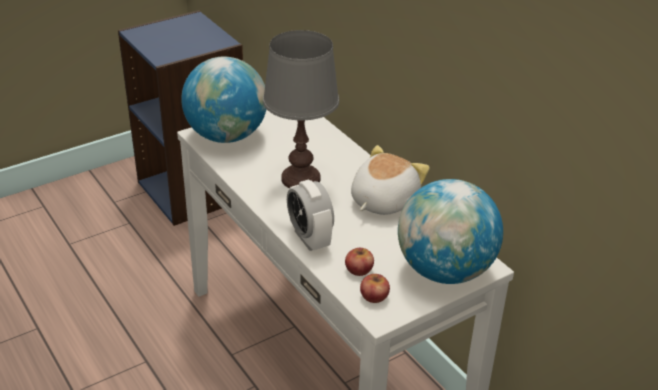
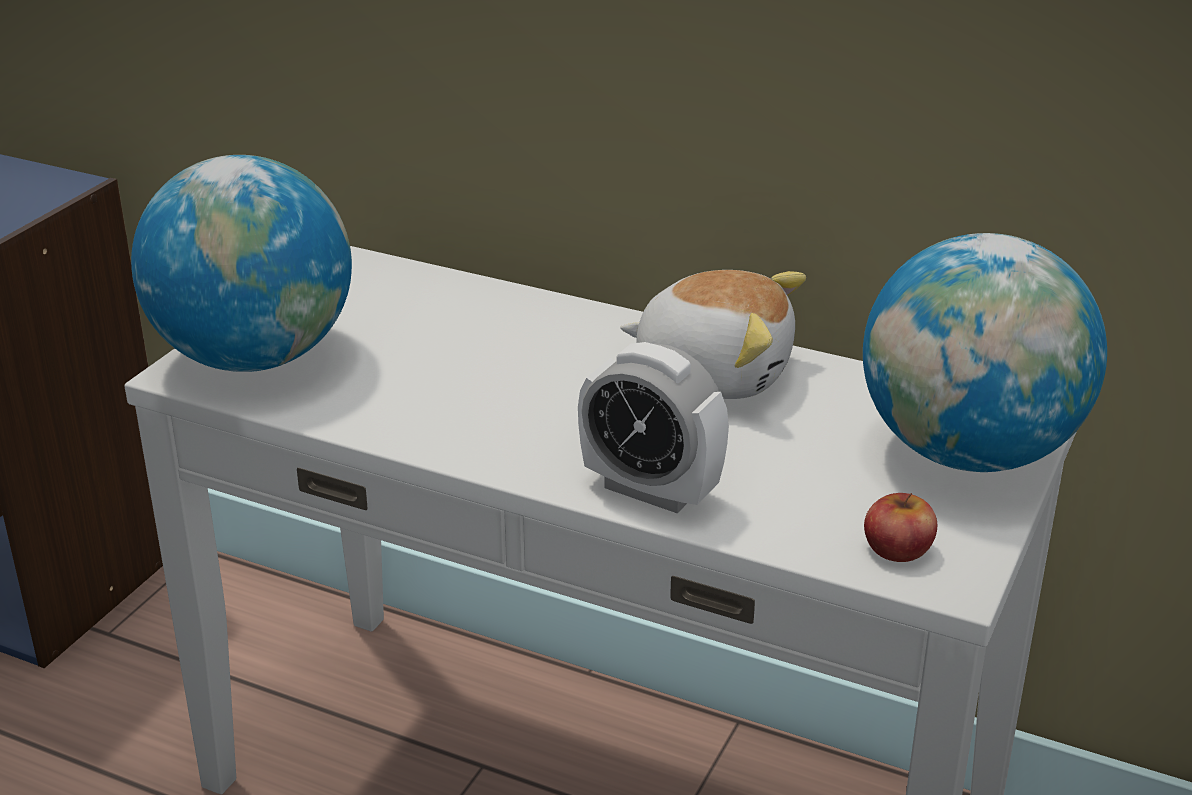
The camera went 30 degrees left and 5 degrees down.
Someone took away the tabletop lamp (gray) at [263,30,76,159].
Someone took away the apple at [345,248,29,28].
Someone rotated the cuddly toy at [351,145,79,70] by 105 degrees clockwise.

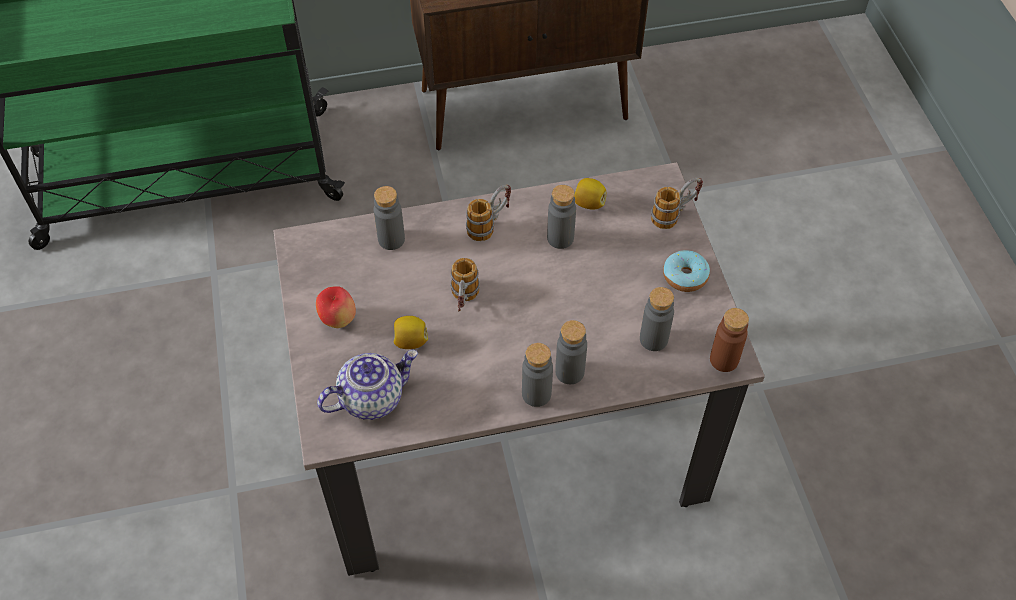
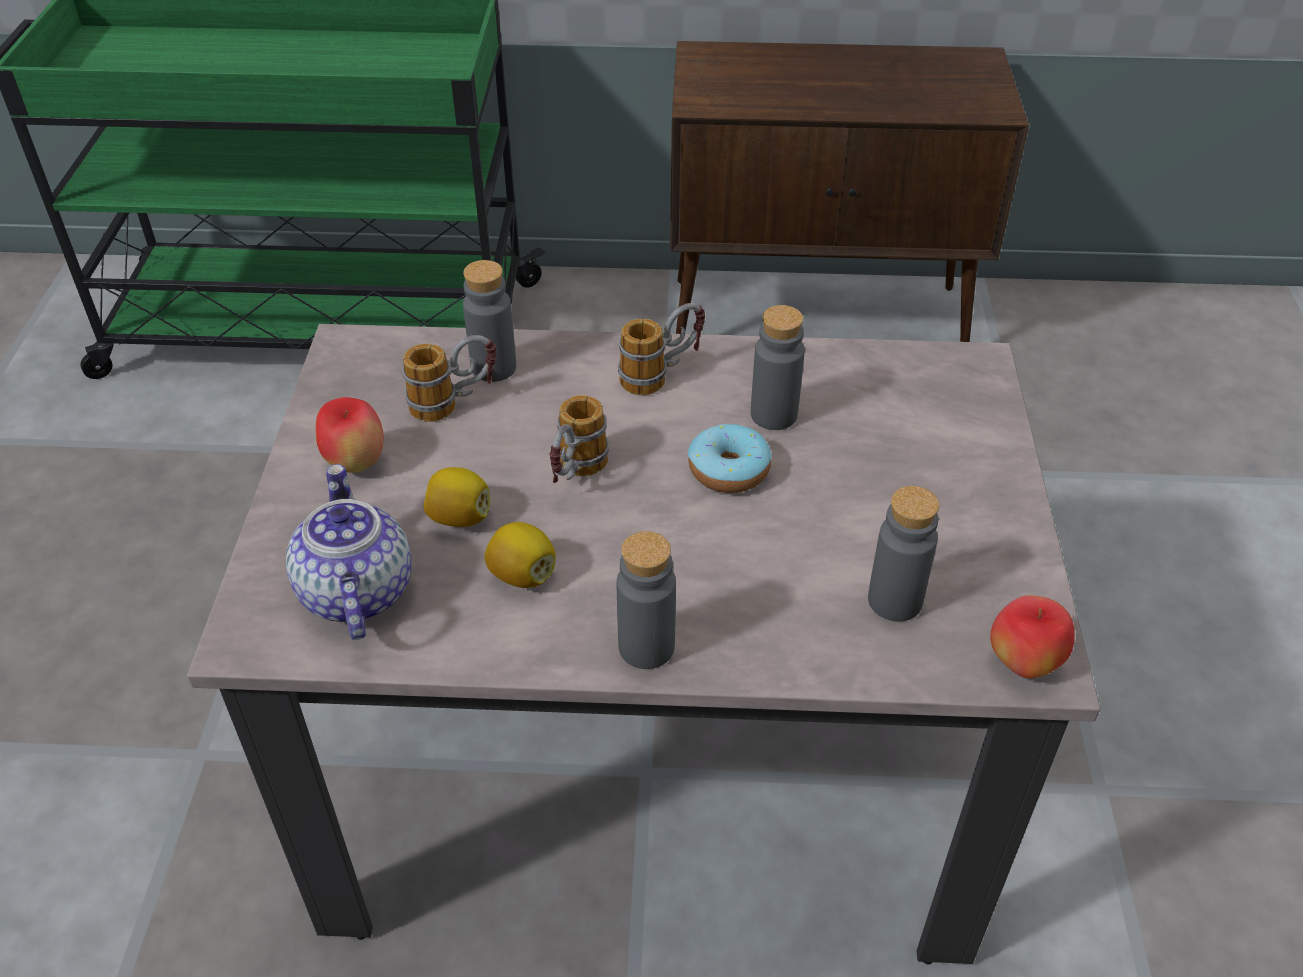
The camera went 15 degrees right and 10 degrees down.
Someone took away the bottle (gray) at [555,320,32,64].
Someone carried the lemon from [574,178,32,32] to [485,522,71,66].
Someone carried the tea mug from [651,178,52,51] to [402,335,95,87].
Someone carried the ring doughnut from [663,250,47,42] to [688,424,84,69].
Someone swapped the bottle (brown) at [710,308,39,64] for the apple at [990,595,85,84].
Someone rotated the teapot at [317,350,101,70] by 90 degrees counterclockwise.

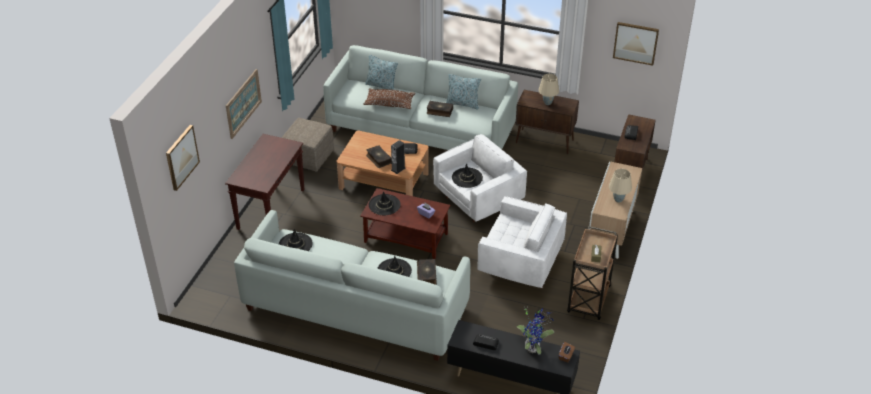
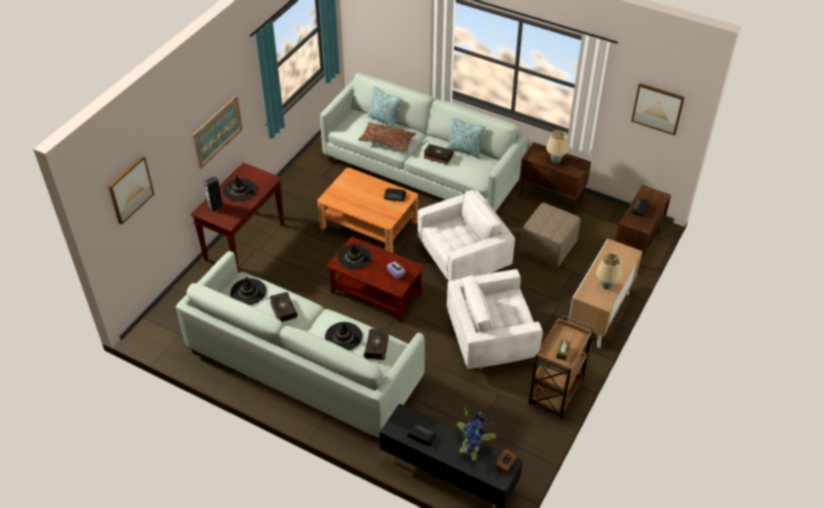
The camera went 10 degrees right and 5 degrees up.
Someone carried the ottoman (beige) from [282,118,52,54] to [520,202,60,65].
Someone carried the book from [366,145,26,23] to [270,292,28,30].
Someone carried the speaker from [391,140,14,34] to [203,176,21,36].
Someone carried the hat (black) from [452,164,31,24] to [223,175,34,26].
Someone rotated the lounge chair (whitish) at [477,196,90,93] by 135 degrees clockwise.

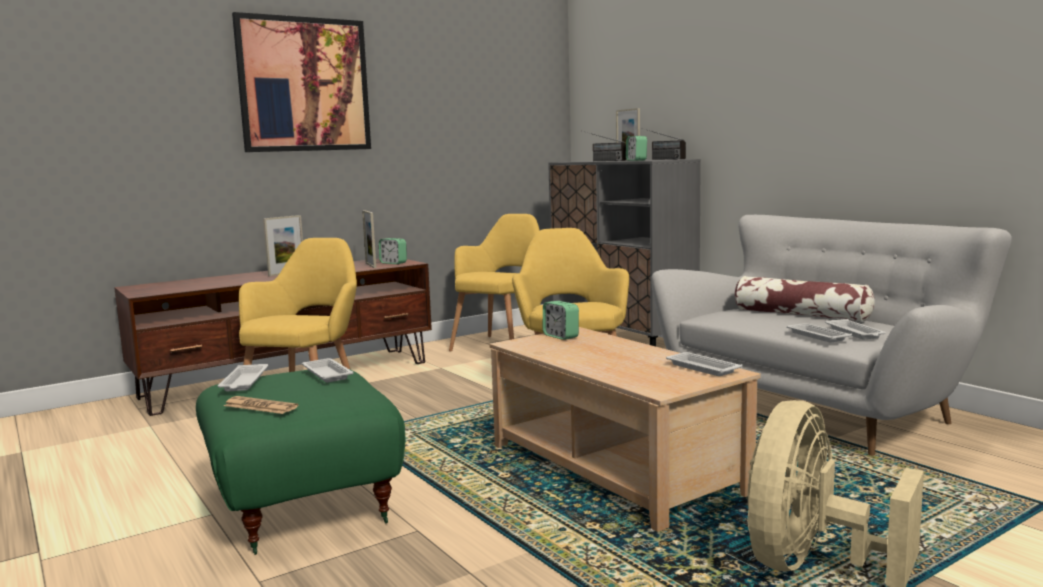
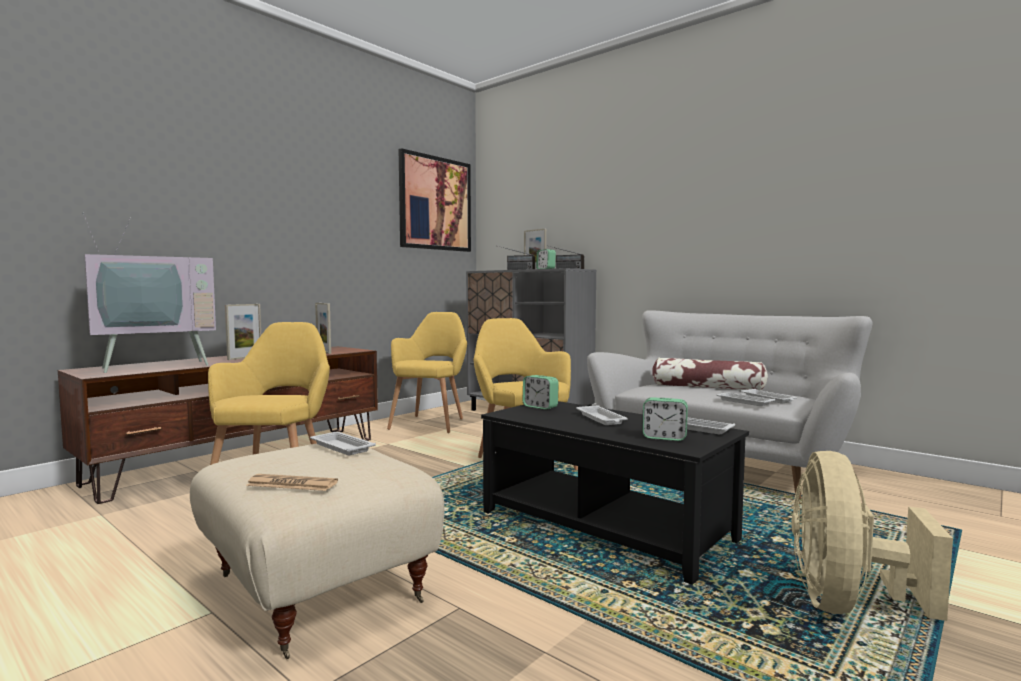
The camera went 15 degrees left and 5 degrees down.
Someone put down the TV set at [83,212,133,161].
Someone carried the carrying tray (whitish) from [218,364,50,27] to [577,405,51,20].
Someone carried the wall art from [232,12,139,140] to [399,148,72,104].
Someone carried the alarm clock from [379,238,28,26] to [642,397,46,44].
Someone repainted the ottoman (green) at [196,369,210,186], which became the ottoman (beige) at [190,444,255,215].
Someone repainted the coffee table (beige) at [489,327,272,205], which became the coffee table (black) at [481,401,268,184].

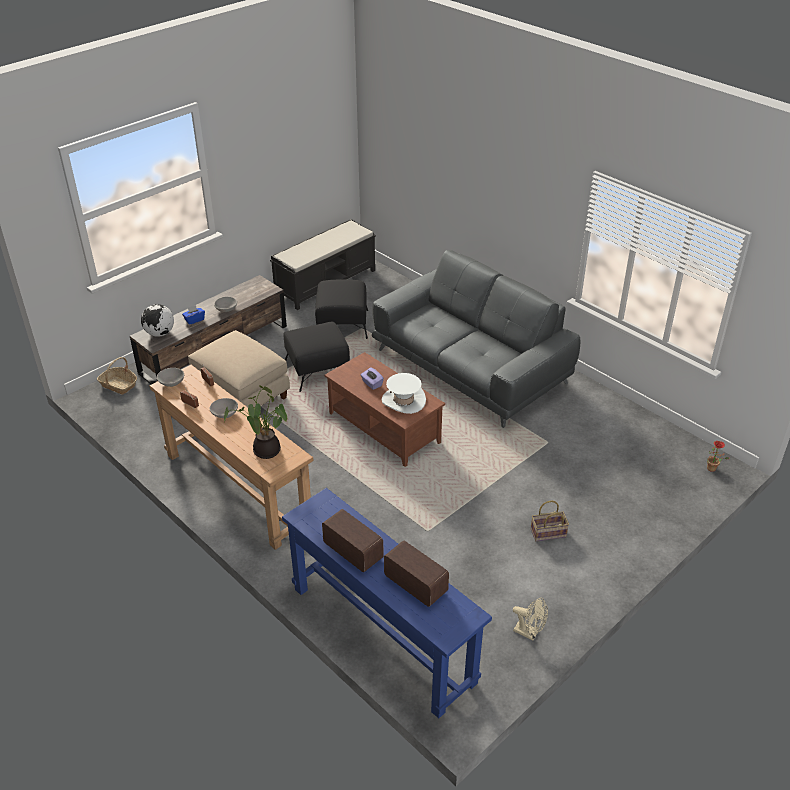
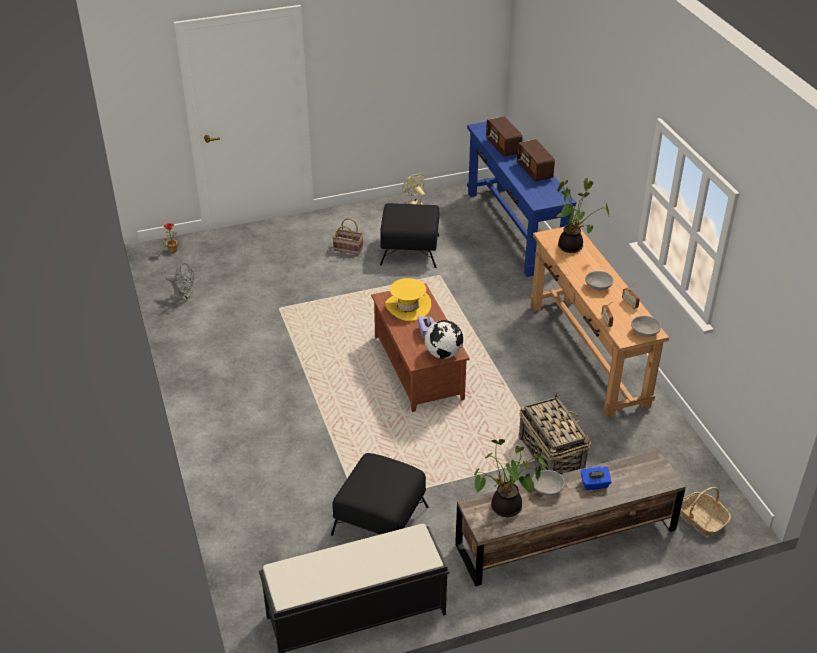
The camera went 155 degrees left and 0 degrees up.
Someone took away the sofa (gray) at [372,250,208,178].
Someone put down the fan (gray) at [166,263,28,38].
Someone put down the potted plant at [474,439,72,78].
Someone carried the world globe from [141,304,33,33] to [425,320,38,39].
Someone carried the ottoman (black) from [283,322,67,70] to [380,203,59,65].
Someone swapped the ottoman (beige) at [188,330,102,79] for the storage basket at [519,393,72,81].
Someone repainted the hat (whitish) at [382,373,44,41], which became the hat (yellow-coloured) at [385,278,46,43].

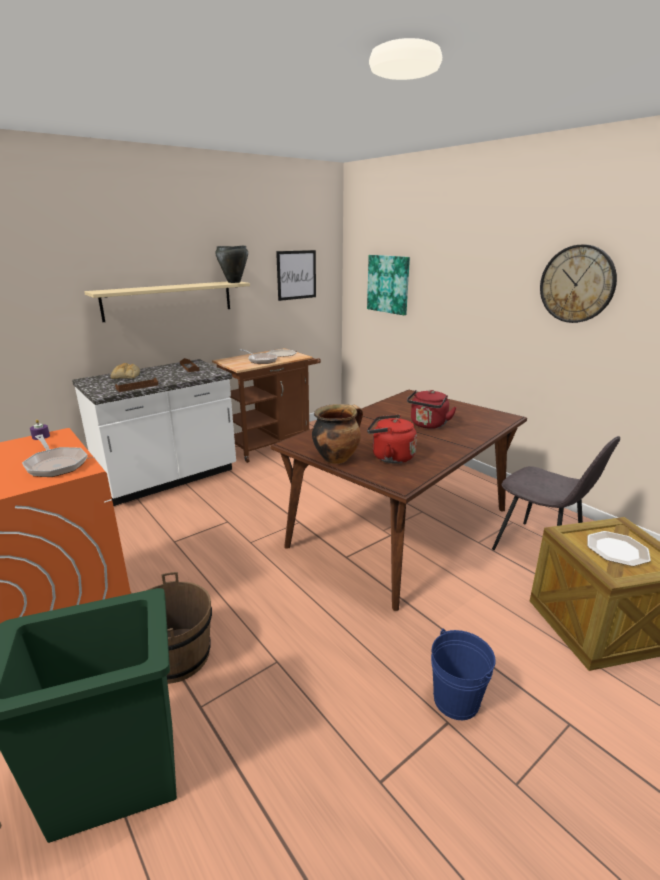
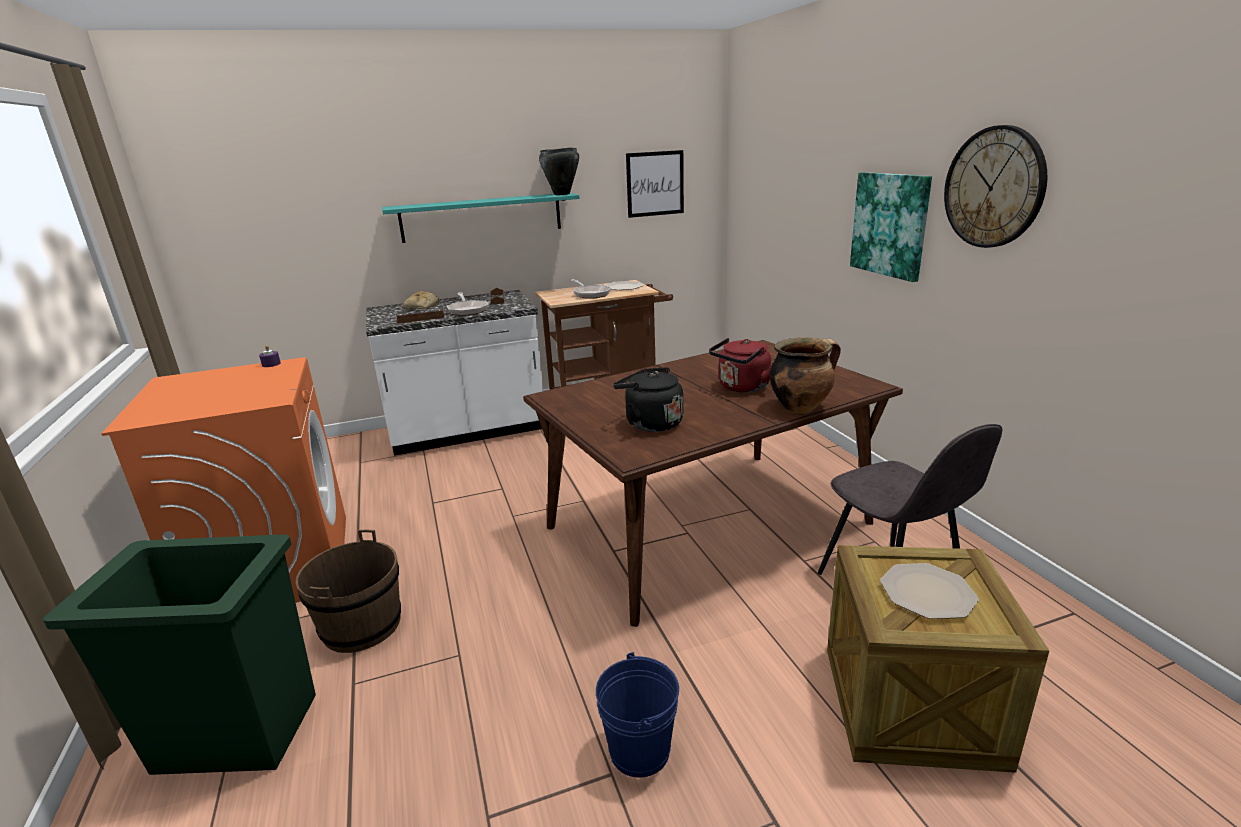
The camera went 20 degrees right and 0 degrees up.
Someone carried the frying pan from [22,435,65,42] to [447,292,42,24].
Someone carried the saucepot from [312,404,51,60] to [770,337,71,76].
Someone carried the wall art from [367,255,43,60] to [850,172,82,110].
Someone repainted the shelf (beige) at [84,281,166,41], which became the shelf (blue-green) at [382,193,197,50].
Someone repainted the tea kettle (red) at [367,415,50,49], which became the tea kettle (black) at [613,367,70,65].

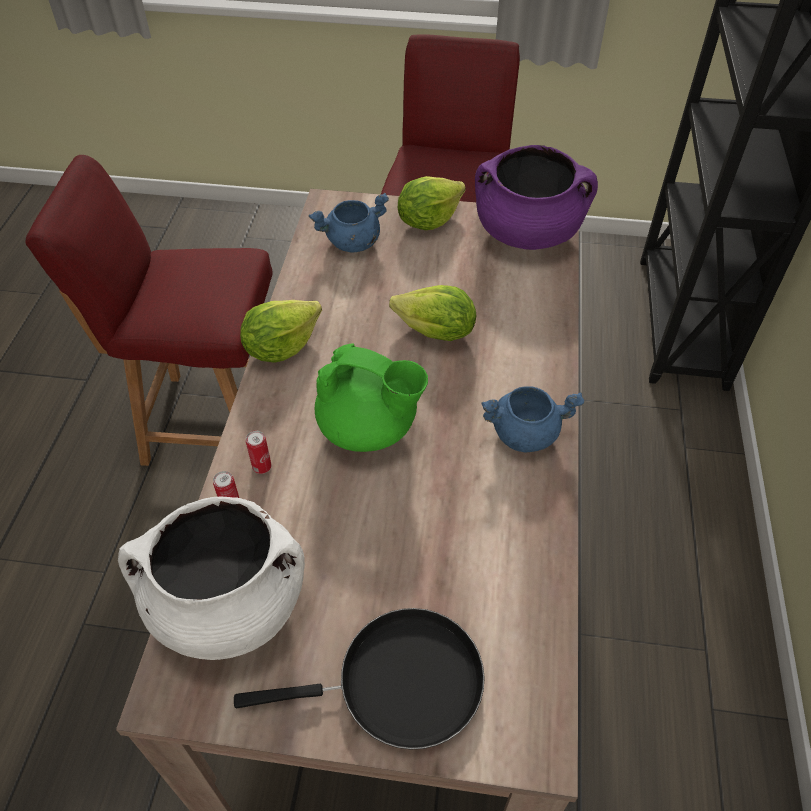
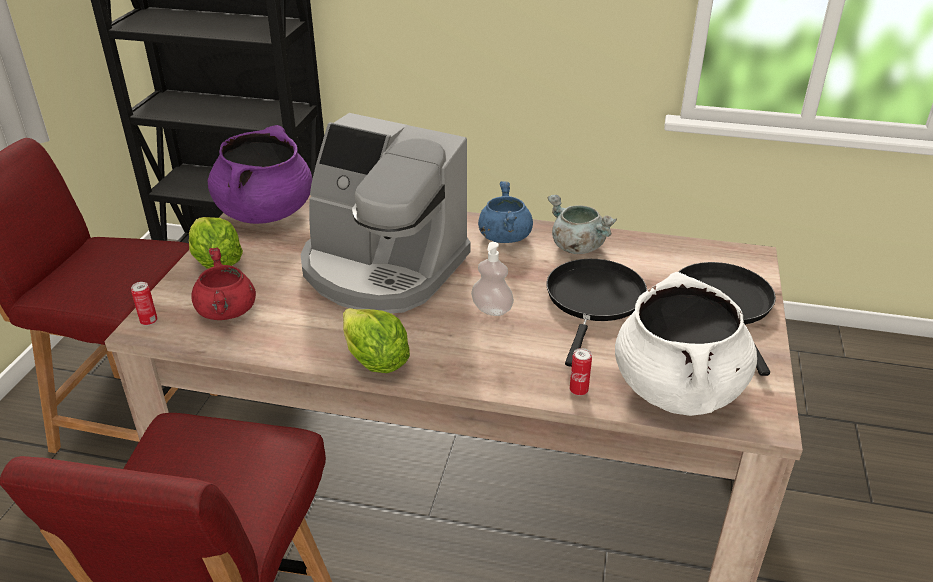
The camera went 85 degrees left and 15 degrees down.
Someone put down the frying pan (black) at [546,259,101,108].
Someone put down the saucepot (gray) at [547,195,70,59].
Someone carried the metal can from [246,431,26,43] to [131,282,27,44].
Someone swapped the teapot (green) at [315,343,113,109] for the soap dispenser at [471,242,43,74].
Someone swapped the lettuce head at [389,285,87,56] for the coffee maker at [301,113,170,200].
Someone repainted the saucepot (blue) at [309,193,80,60], which became the saucepot (red) at [191,248,65,72].

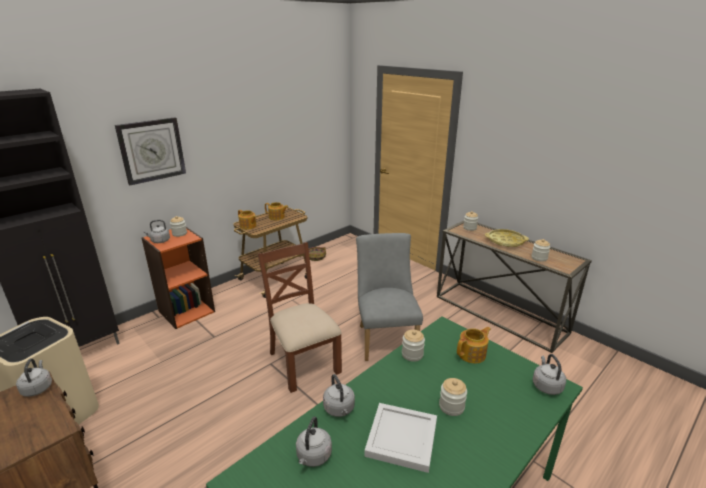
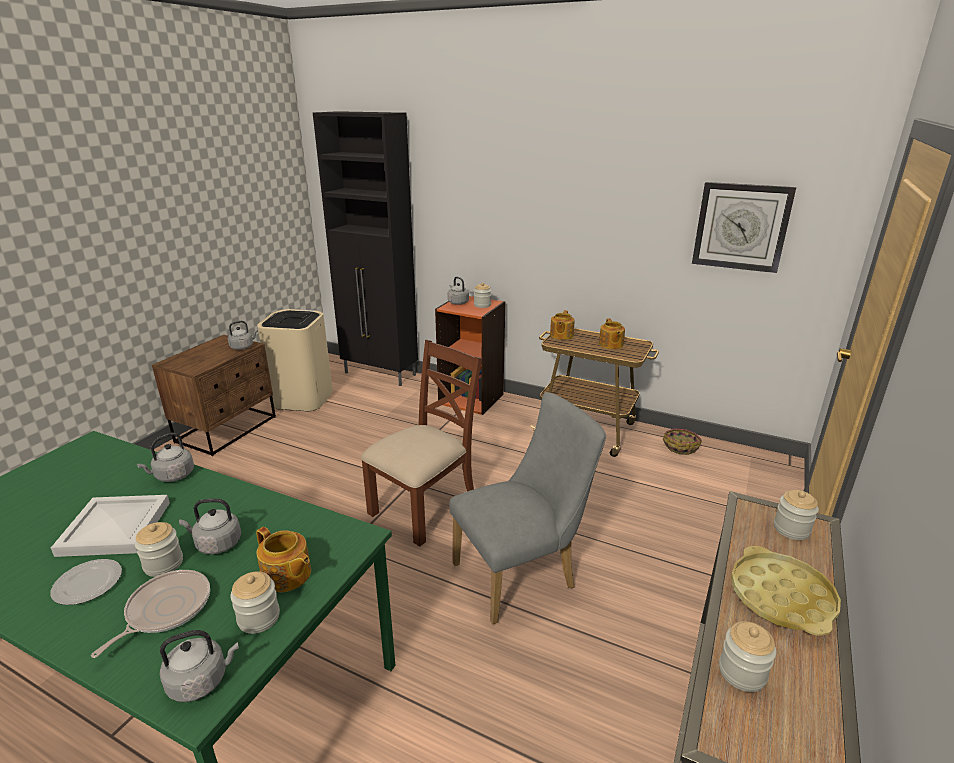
The camera went 70 degrees right and 0 degrees up.
Someone put down the flat dish at [50,559,72,46].
Someone put down the frying pan at [91,570,119,88].
Someone carried the wall clock from [115,118,71,67] to [692,182,104,91].
Someone carried the tea kettle (gray) from [296,416,36,51] to [179,498,62,56].
Someone carried the jar from [402,330,23,32] to [230,571,50,63].

